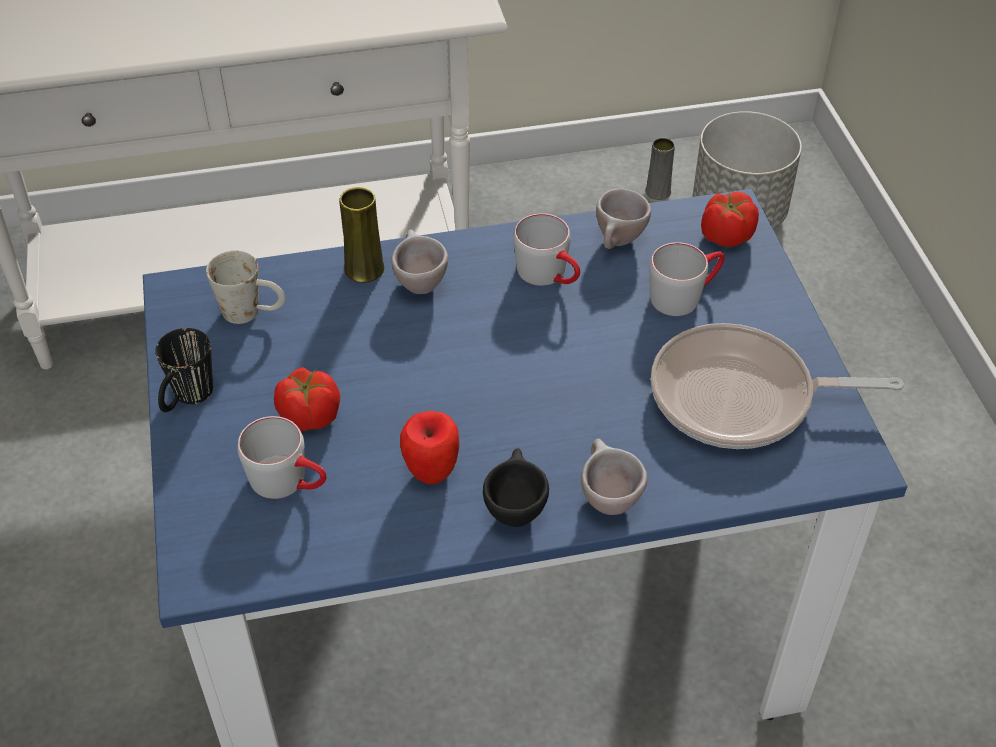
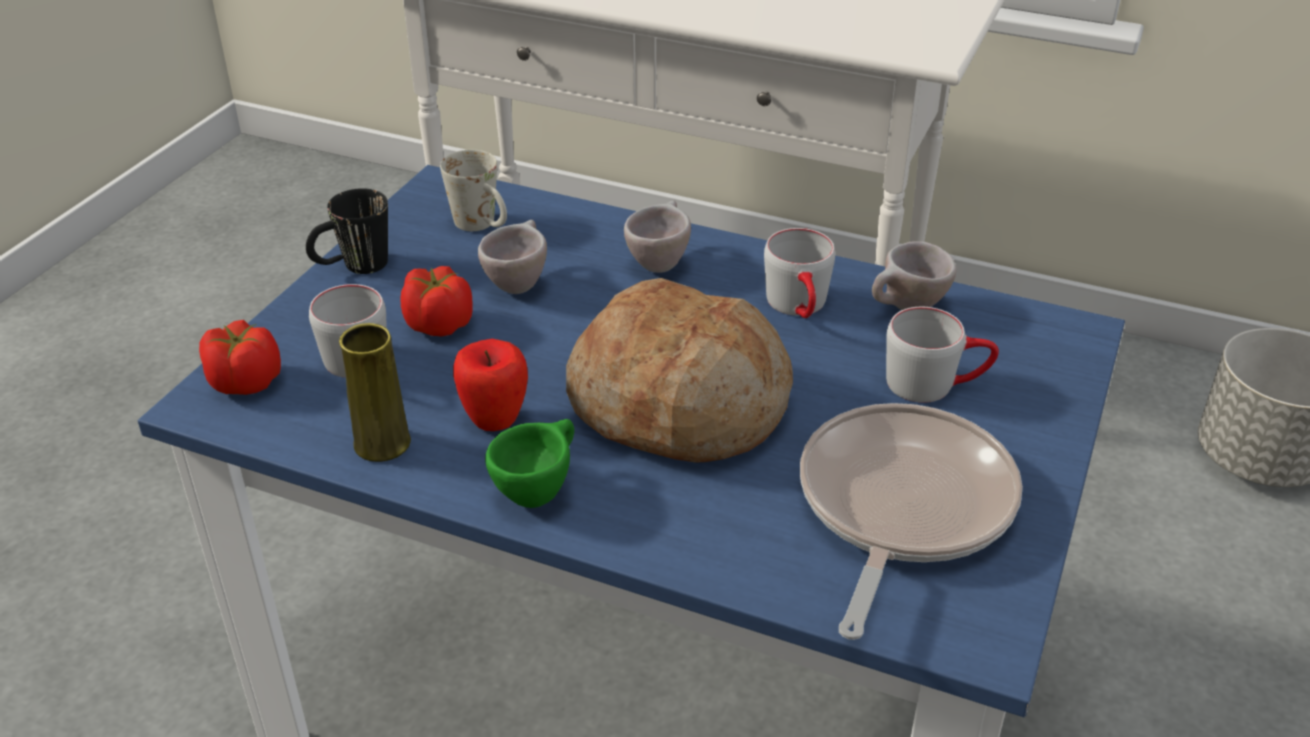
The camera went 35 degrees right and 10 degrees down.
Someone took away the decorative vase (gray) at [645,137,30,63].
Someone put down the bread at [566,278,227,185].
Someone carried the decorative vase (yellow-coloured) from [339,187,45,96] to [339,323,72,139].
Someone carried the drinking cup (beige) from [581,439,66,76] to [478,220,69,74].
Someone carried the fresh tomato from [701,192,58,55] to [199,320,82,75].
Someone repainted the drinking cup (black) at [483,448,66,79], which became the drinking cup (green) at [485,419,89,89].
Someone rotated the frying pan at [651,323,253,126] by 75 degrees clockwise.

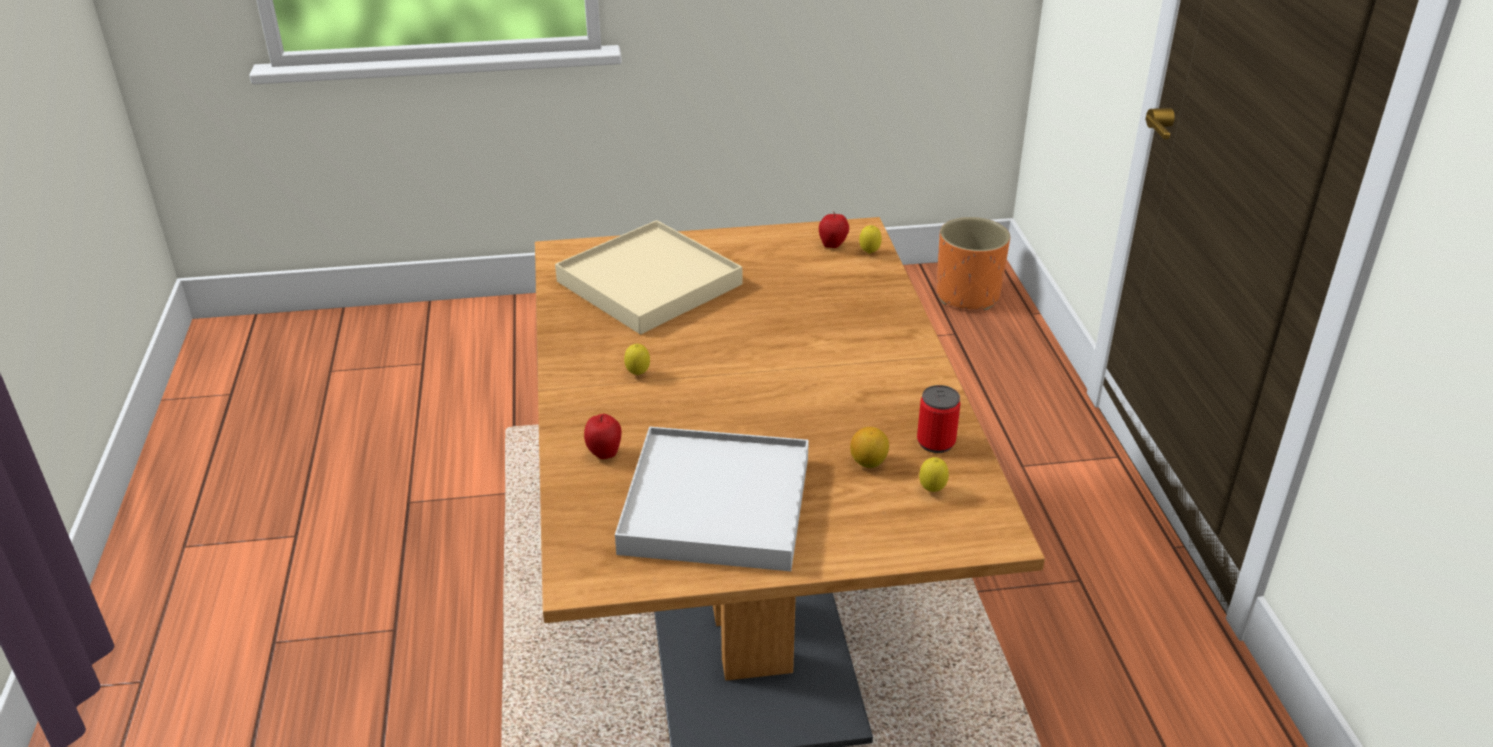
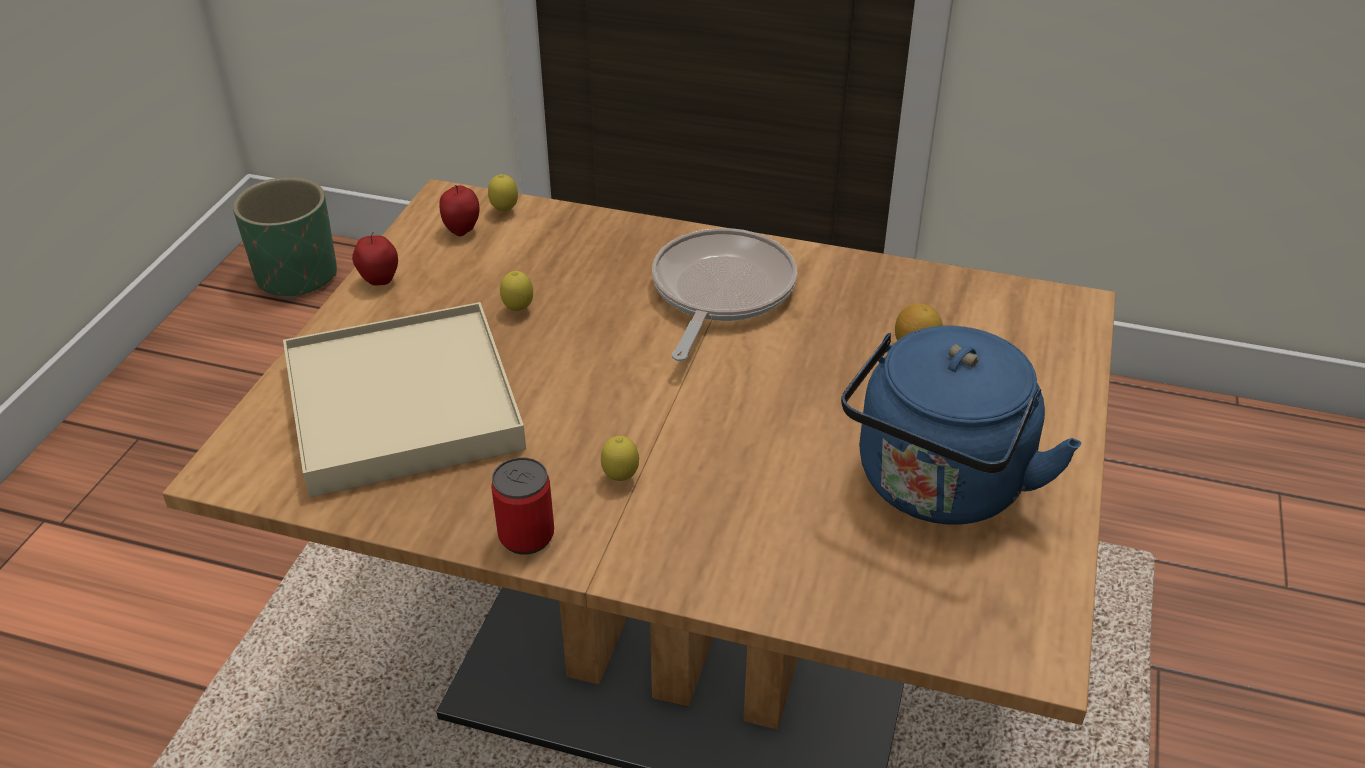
The camera went 65 degrees left and 5 degrees up.
Someone put down the frying pan at [652,228,145,133].
Someone carried the apple from [584,414,37,45] to [352,232,46,53].
Someone carried the metal can from [917,385,43,68] to [491,457,63,98].
Someone carried the lemon from [919,457,30,35] to [500,271,33,40].
Someone swapped the carrying tray (whitish) at [615,427,194,144] for the tea kettle (blue) at [841,326,240,198].
Someone repainted the plant pot (orangey) at [936,217,74,93], which became the plant pot (green) at [233,177,104,122].

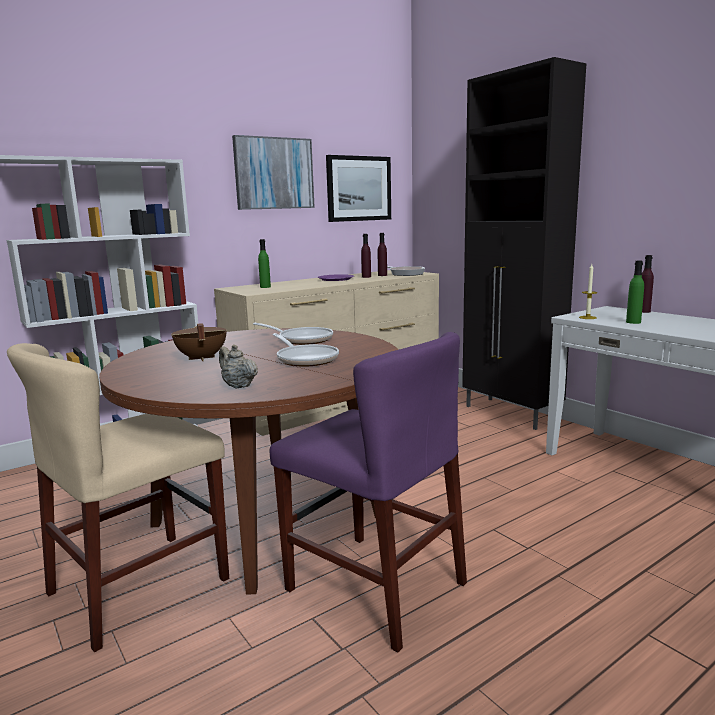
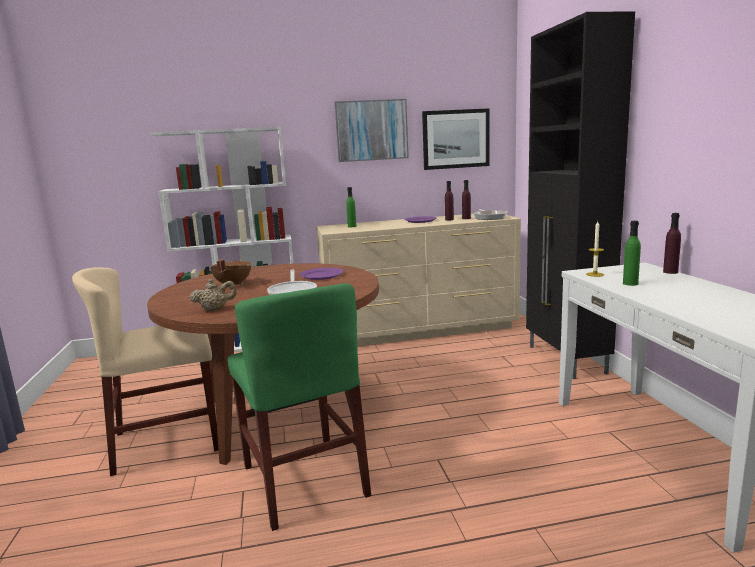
The camera went 25 degrees right and 0 degrees up.
Someone swapped the frying pan at [253,323,80,22] for the flat dish (purplish) at [299,268,45,12].
Someone repainted the upright chair (purplish) at [270,332,197,321], which became the upright chair (green) at [227,283,144,248].
Someone rotated the teapot (beige) at [219,345,39,44] by 90 degrees clockwise.

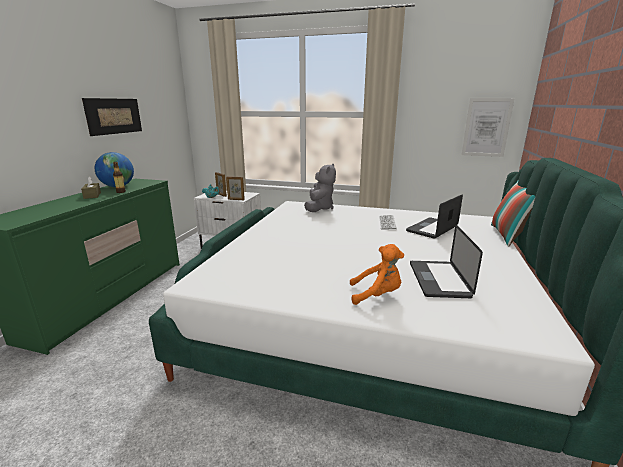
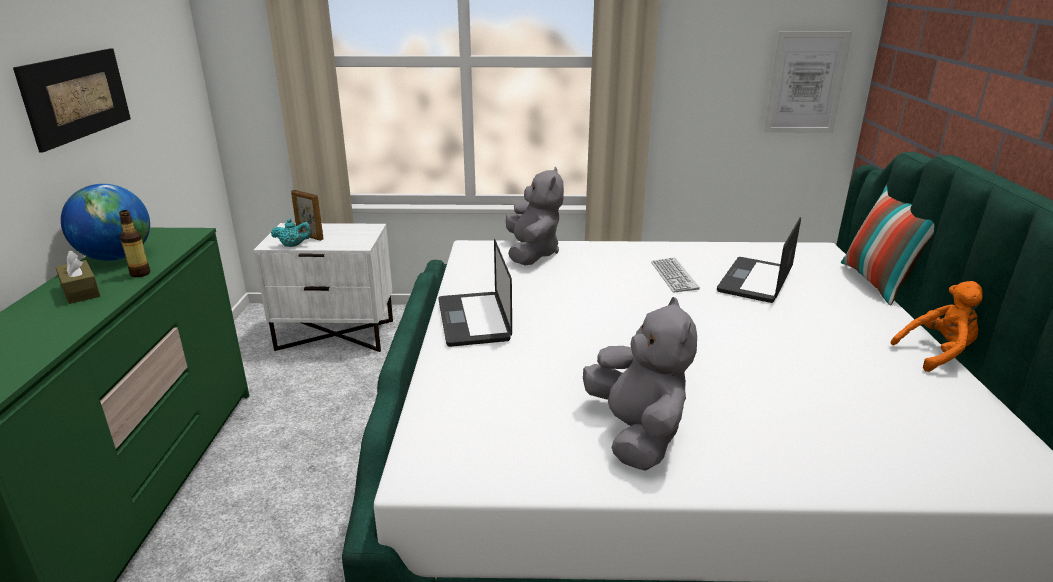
The camera went 15 degrees left and 5 degrees up.
Someone took away the picture frame at [226,176,19,24].
Someone put down the cuddly toy (gray) at [583,297,114,174].
Someone carried the cuddly toy (orangey) from [350,244,54,61] to [891,281,92,91].
Someone carried the notebook computer from [410,225,73,73] to [438,239,74,108].

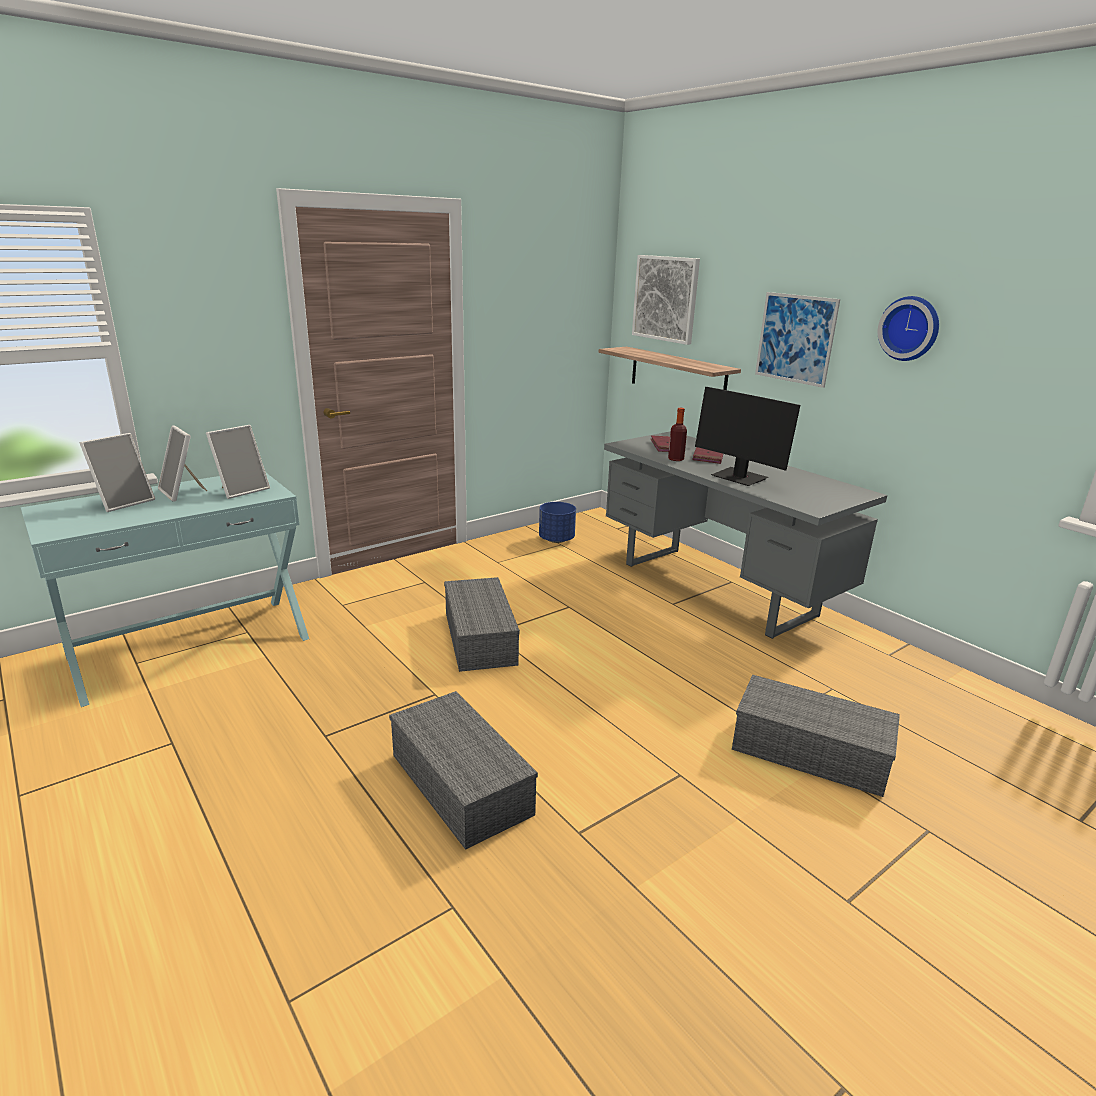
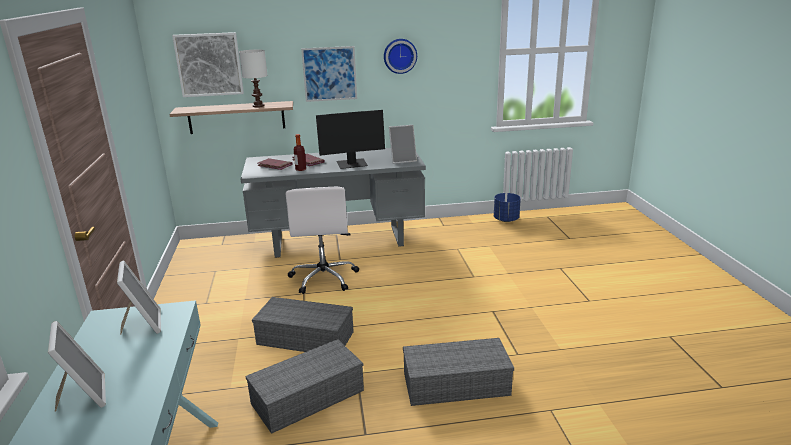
The camera went 60 degrees left and 0 degrees up.
Someone put down the tabletop lamp (whitish) at [239,50,29,57].
Someone put down the office chair (whitish) at [286,187,73,107].
Someone carried the picture frame from [158,425,49,77] to [389,125,28,39].
Someone carried the plant pot (blue) from [539,502,37,41] to [494,193,27,29].
Someone carried the storage box (gray) from [732,675,168,122] to [246,339,118,95].

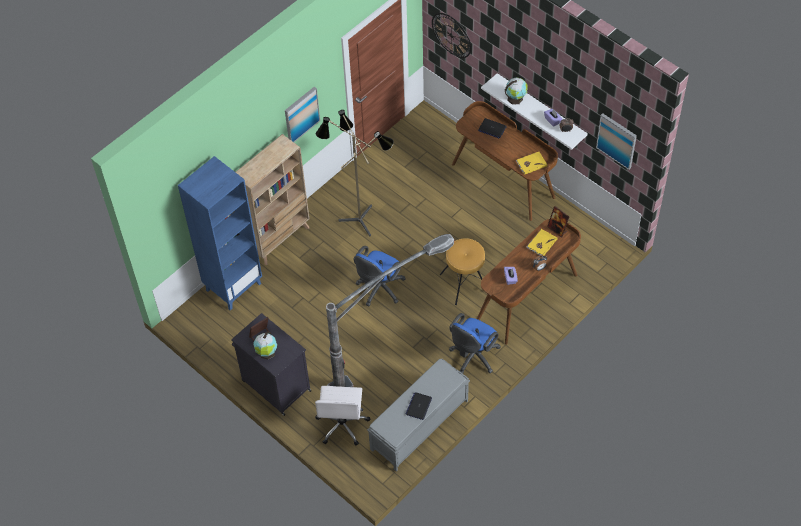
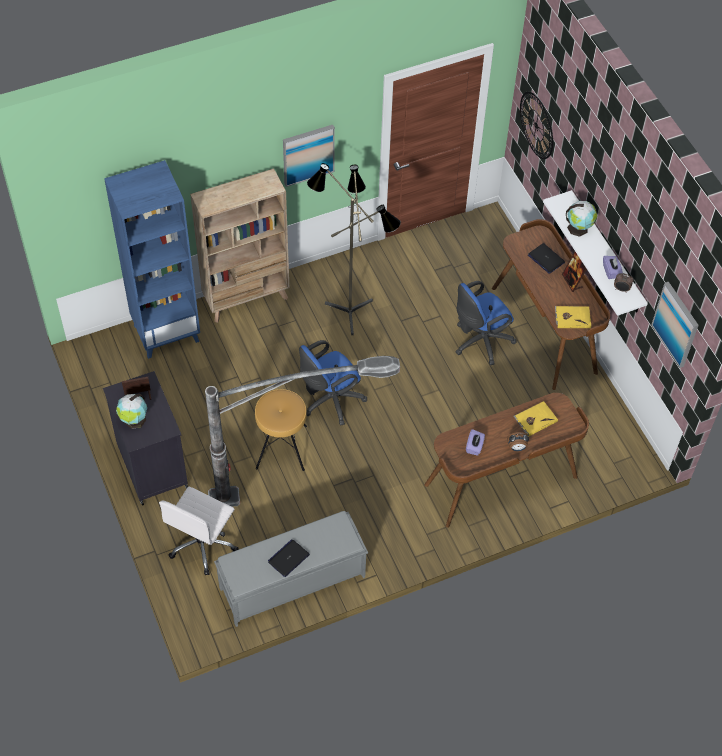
The camera went 20 degrees right and 0 degrees up.
Someone carried the stool (brown) from [440,238,45,67] to [255,389,52,82].
Someone carried the office chair (blue) from [449,313,52,60] to [456,281,60,84].
Someone carried the picture frame from [547,206,22,32] to [562,251,25,41].

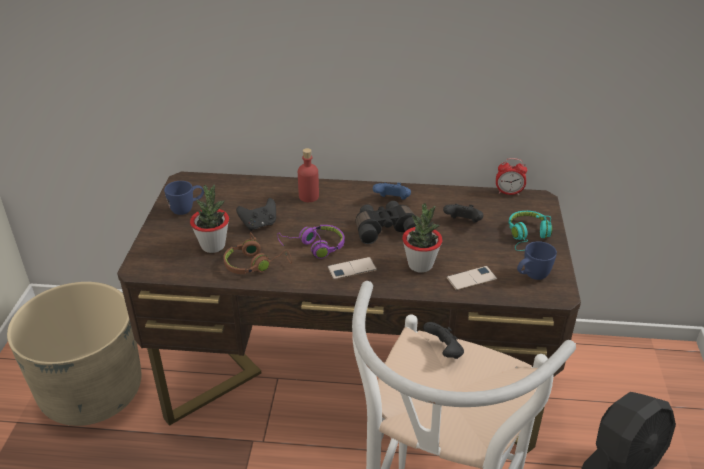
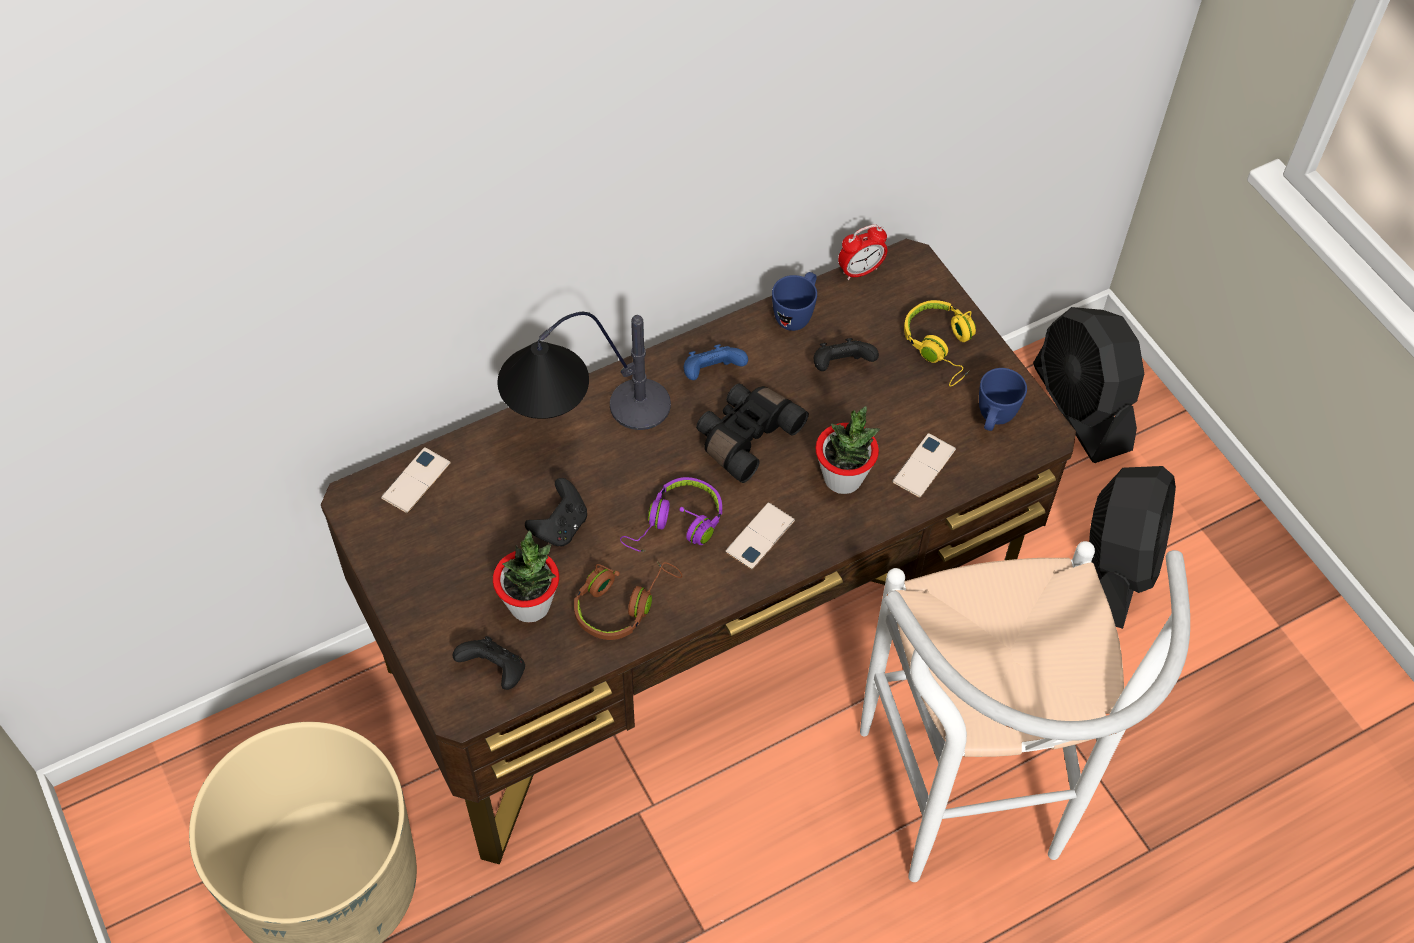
The camera went 35 degrees left and 20 degrees up.
Someone put down the telephone at [381,447,70,66].
Someone put down the fan (black) at [1033,307,111,156].
Someone carried the tea mug (blue) from [164,181,40,34] to [772,272,45,59].
Someone carried the game controller (black) from [423,322,41,37] to [453,636,72,54].
Someone swapped the bottle (red) at [298,148,21,54] for the tabletop lamp at [498,311,173,119].
Someone repainted the headset (blue-green) at [508,211,45,40], which became the headset (yellow-coloured) at [904,300,72,87].

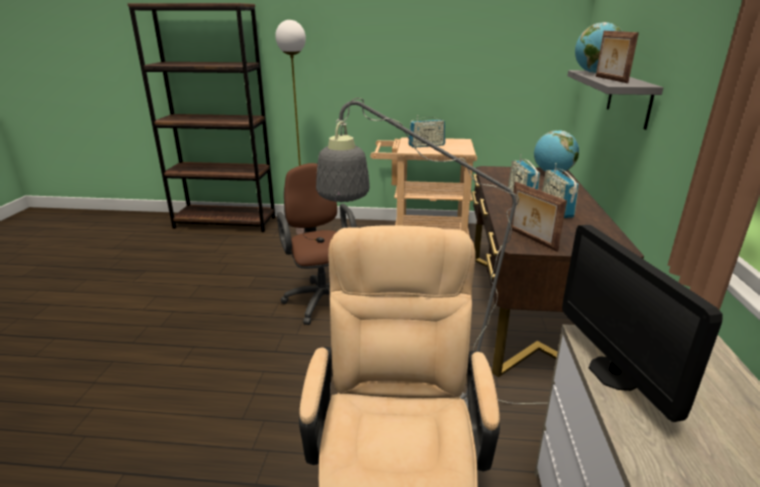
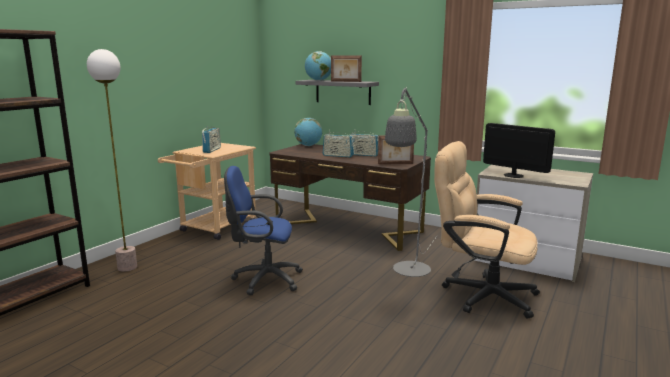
The camera went 65 degrees left and 10 degrees down.
Someone repainted the office chair (brown) at [277,163,80,162], which became the office chair (blue) at [224,166,79,129].
Someone rotated the monitor at [562,225,160,197] by 150 degrees counterclockwise.

